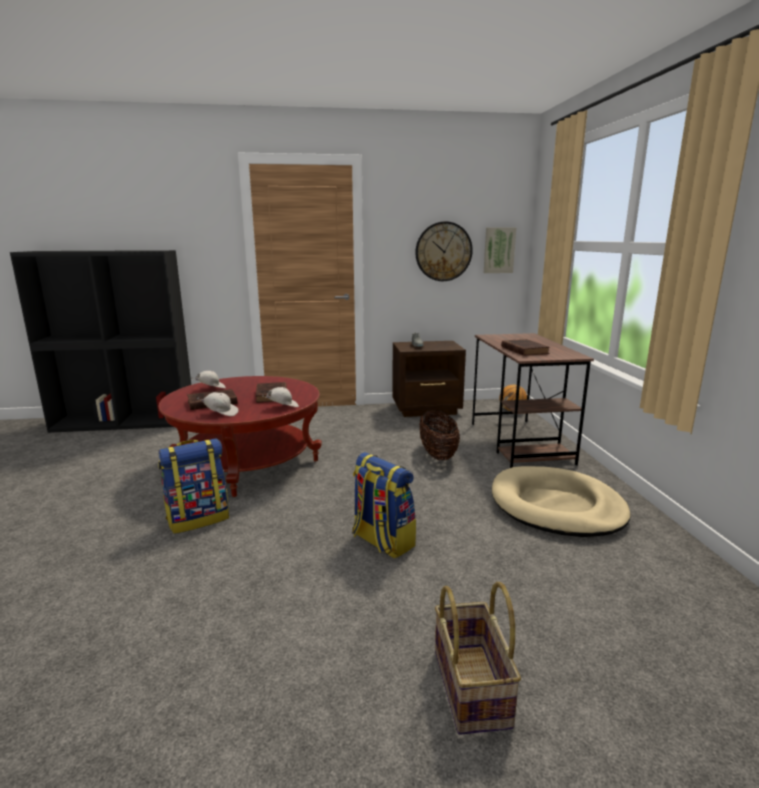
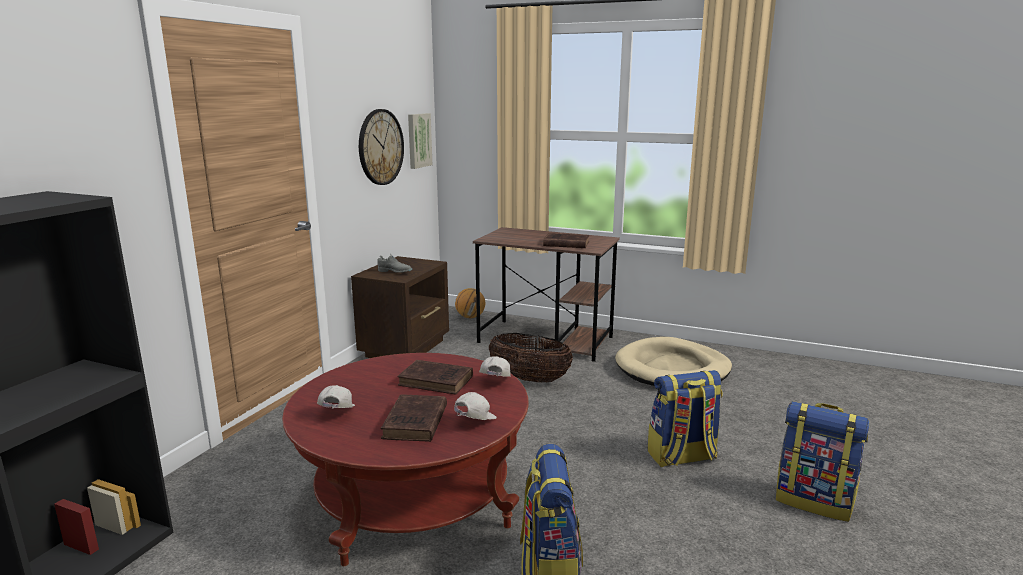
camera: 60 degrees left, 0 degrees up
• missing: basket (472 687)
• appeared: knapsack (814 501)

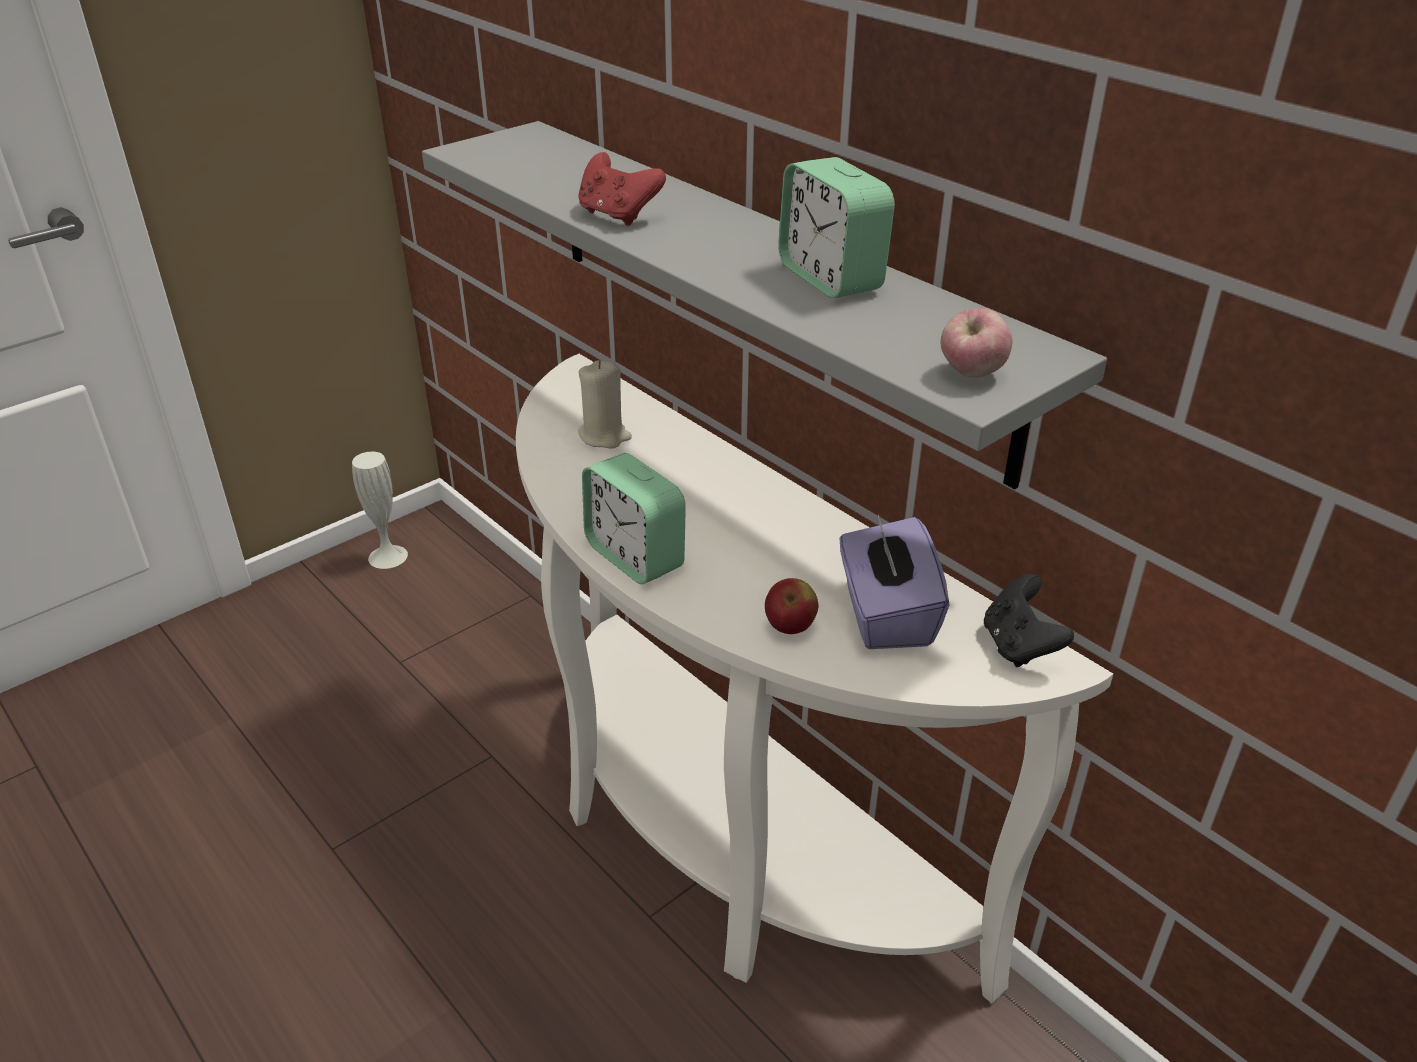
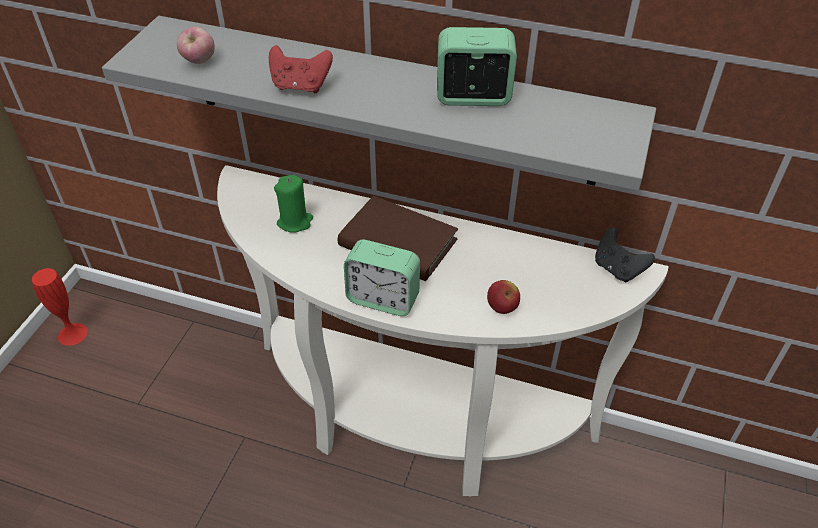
camera: 30 degrees left, 10 degrees up
• spun: bedside clock (830 278) = (473 97) 150 degrees clockwise
• relocated: apple (971 374) to (199 61)
• colour: beige-coloured wax candle (604 436) to greenish wax candle (295 222)
• colour: whitish flower vase (388 556) to red flower vase (72 334)
• missing: purple-coloured tissue holder (885 614)
• appeared: brownish book (397 243)

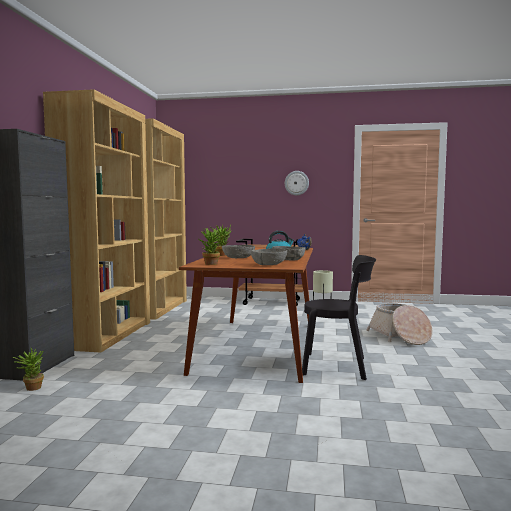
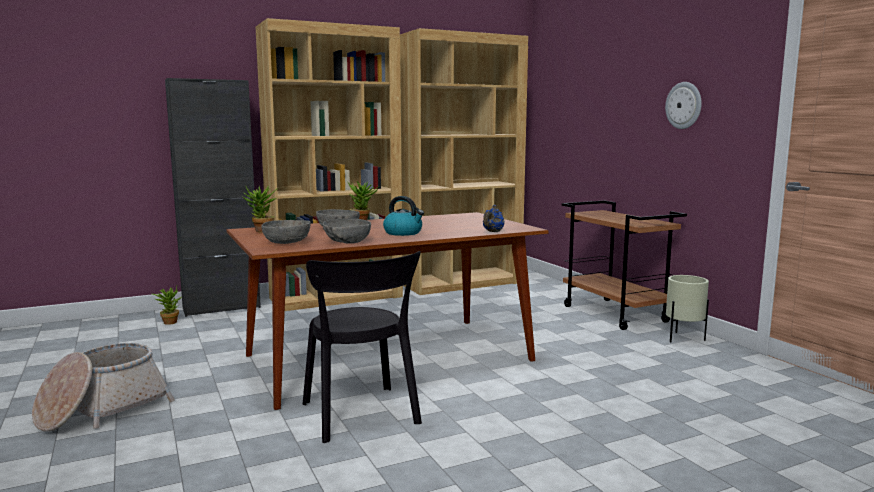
camera: 55 degrees right, 5 degrees up
• relocated: basket (400 336) to (102 409)

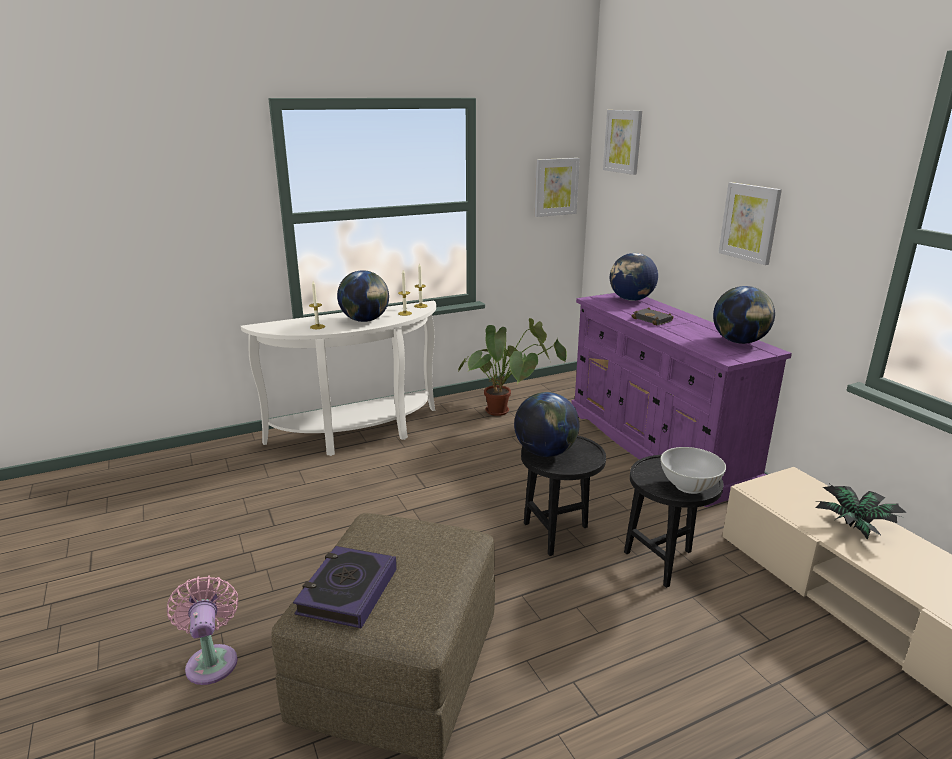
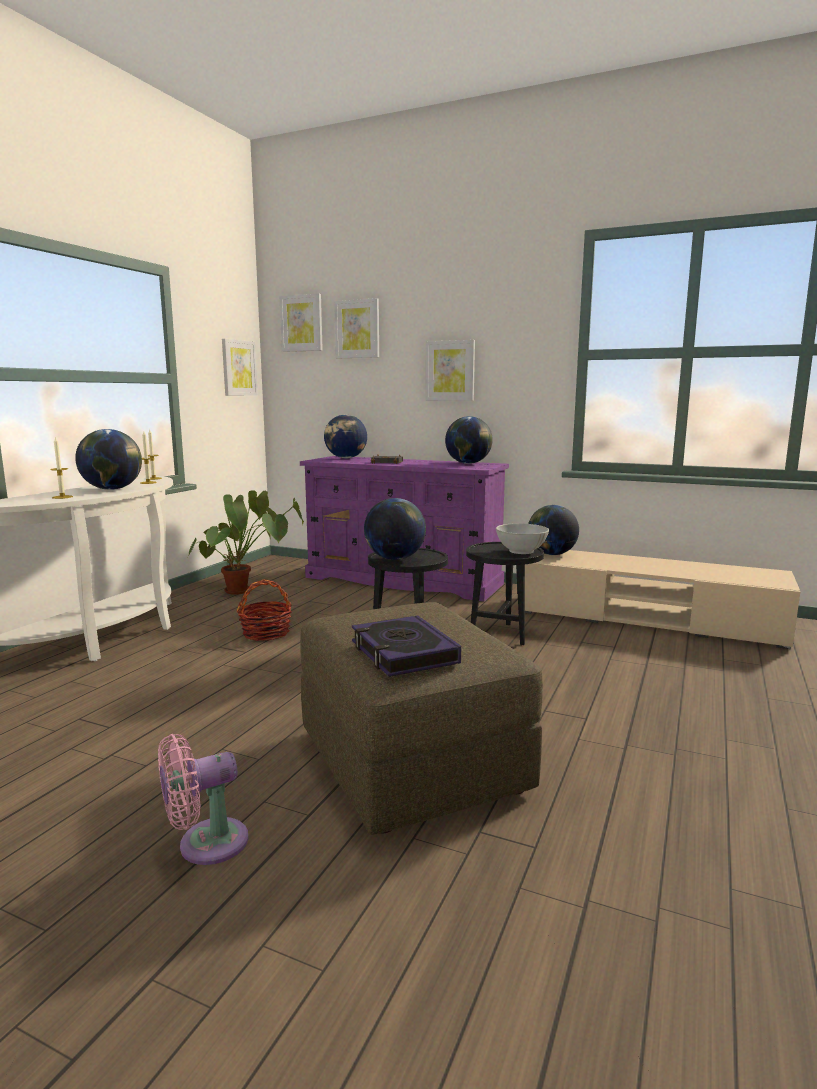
camera: 40 degrees left, 10 degrees down
• missing: plant in a pot (855 526)
• spun: pink electric fan (212 660) = (206 844) 60 degrees counterclockwise
• appeared: picture (357 329)
• appeared: desk globe (551 554)
• appeared: basket (266 633)

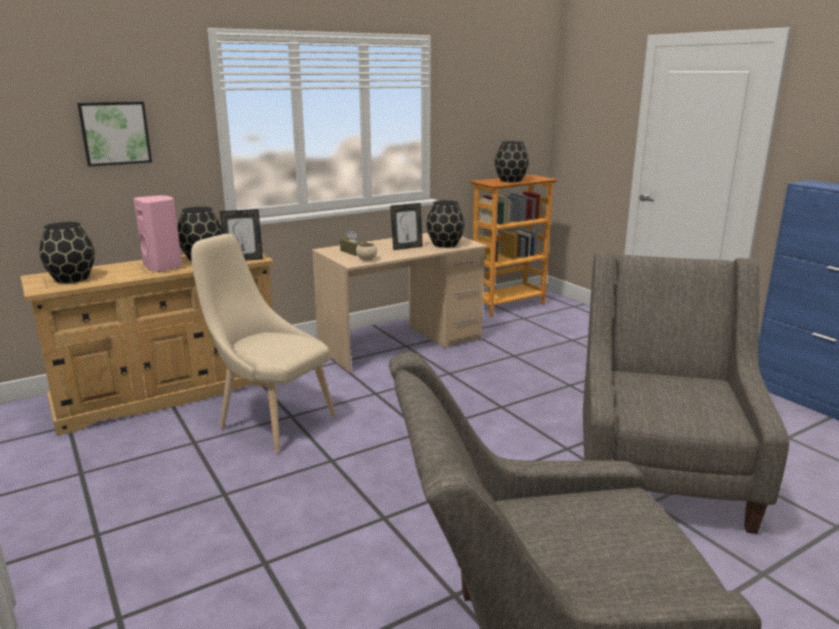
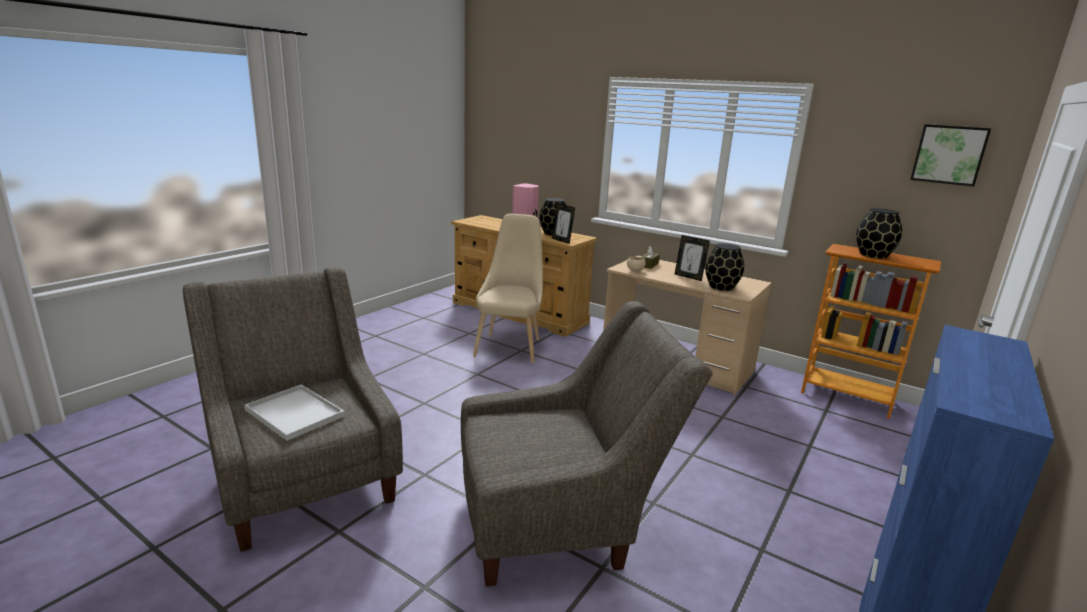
camera: 65 degrees right, 0 degrees up
• relocated: picture (115 133) to (949 154)
• missing: black flower vase (71 279)
• appeared: whitish serving tray (296 413)

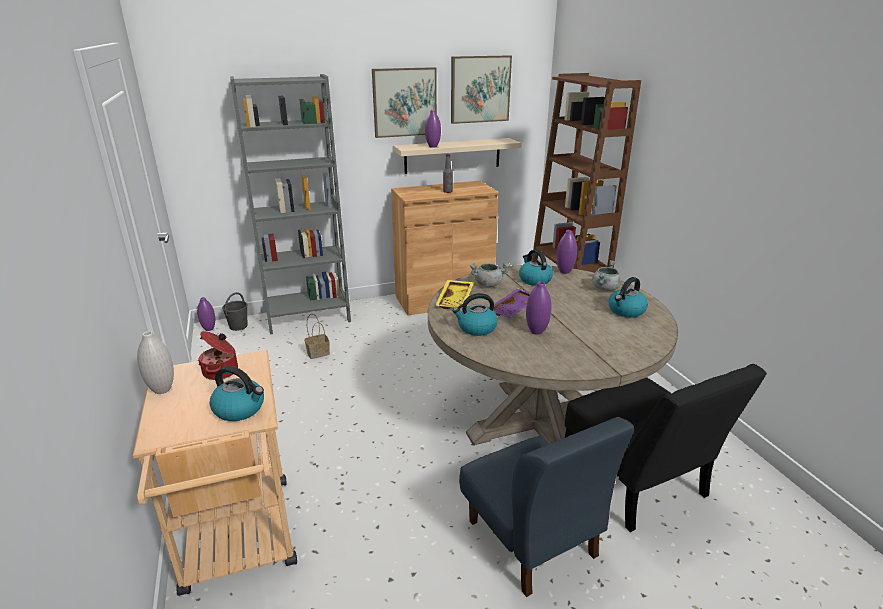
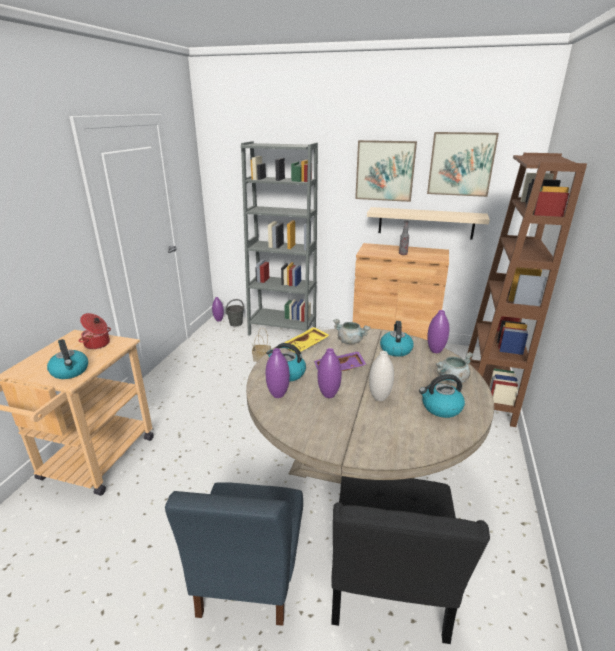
camera: 35 degrees right, 0 degrees up
• relocated: purple-coloured flower vase (433 146) to (278 395)
• relocated: whitish flower vase (162 390) to (379 398)

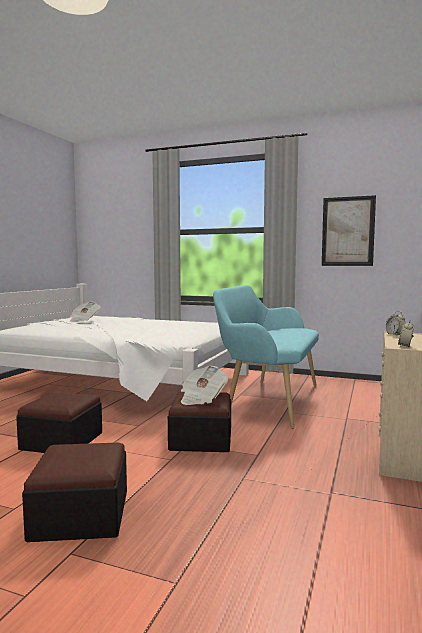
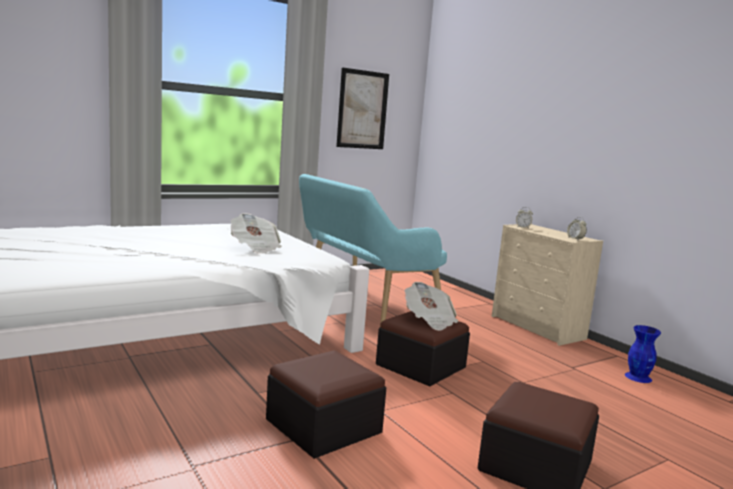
camera: 55 degrees left, 5 degrees up
• relocated: printed paper (84 320) to (255 247)
• appeared: blue flower vase (638 377)

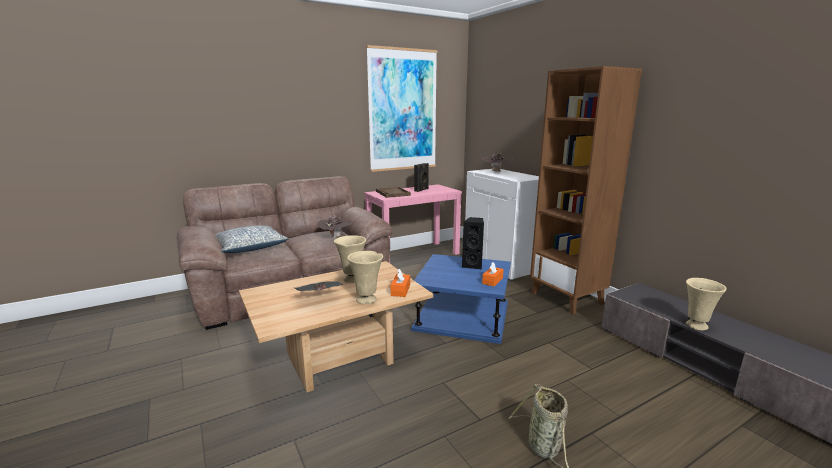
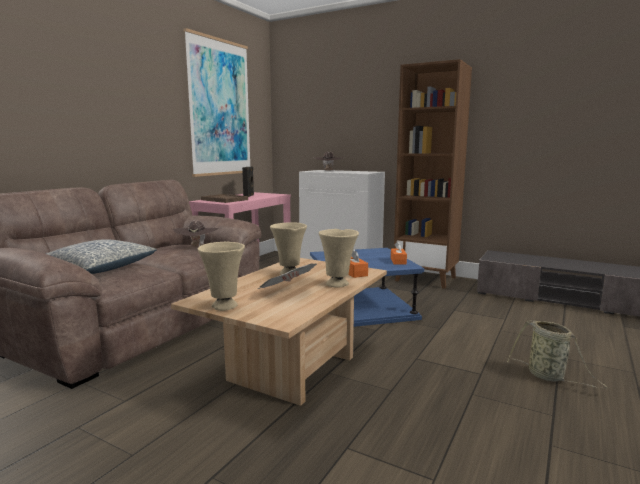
camera: 30 degrees left, 5 degrees down
• missing: black audio speaker (473 265)
• relocated: beige-coloured flower vase (696 326) to (224 307)

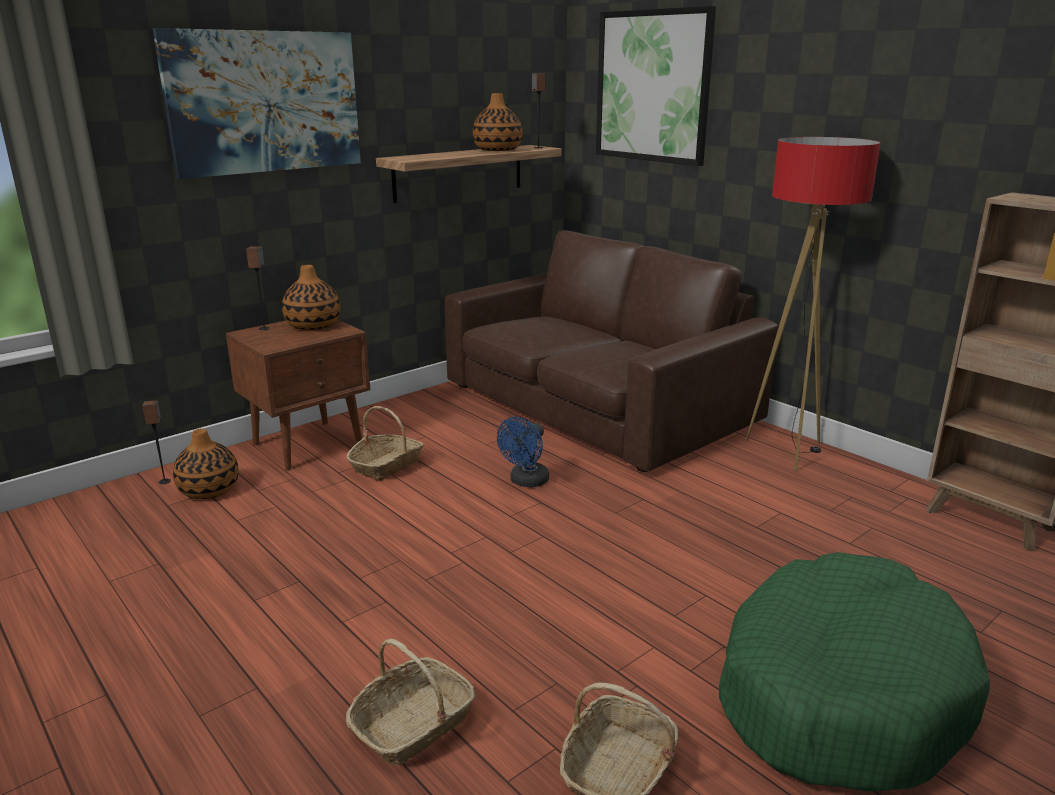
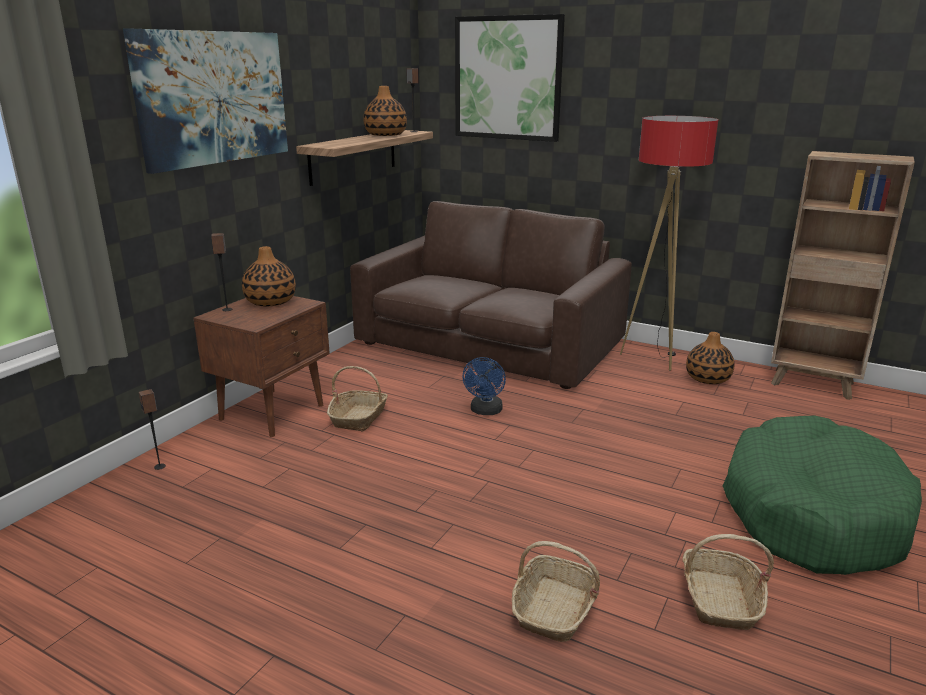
camera: 20 degrees left, 0 degrees up
• relocated: flower vase (209 490) to (708 378)

